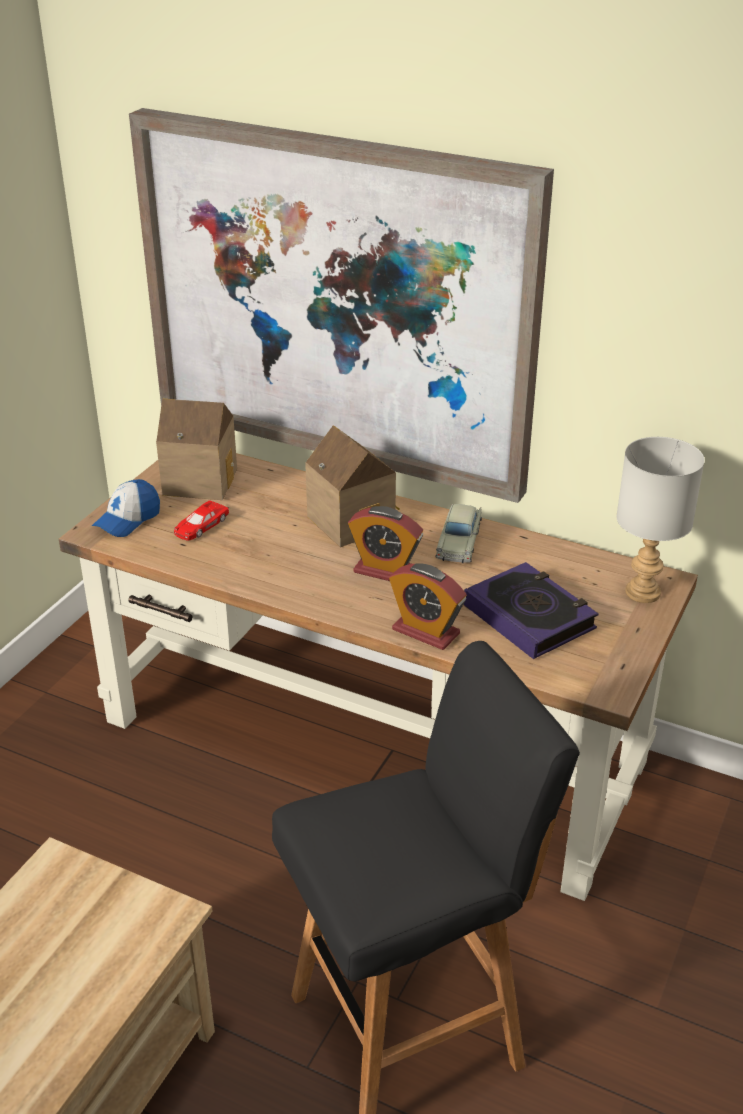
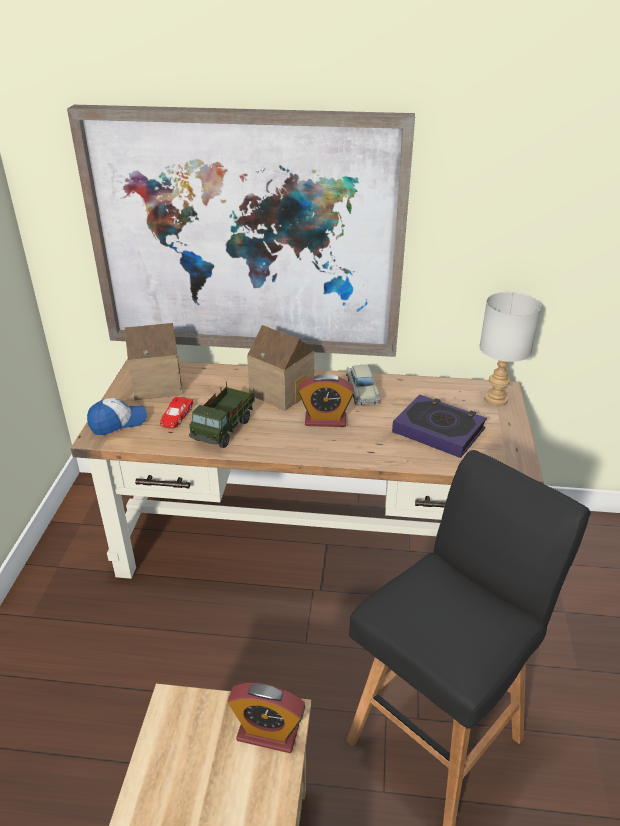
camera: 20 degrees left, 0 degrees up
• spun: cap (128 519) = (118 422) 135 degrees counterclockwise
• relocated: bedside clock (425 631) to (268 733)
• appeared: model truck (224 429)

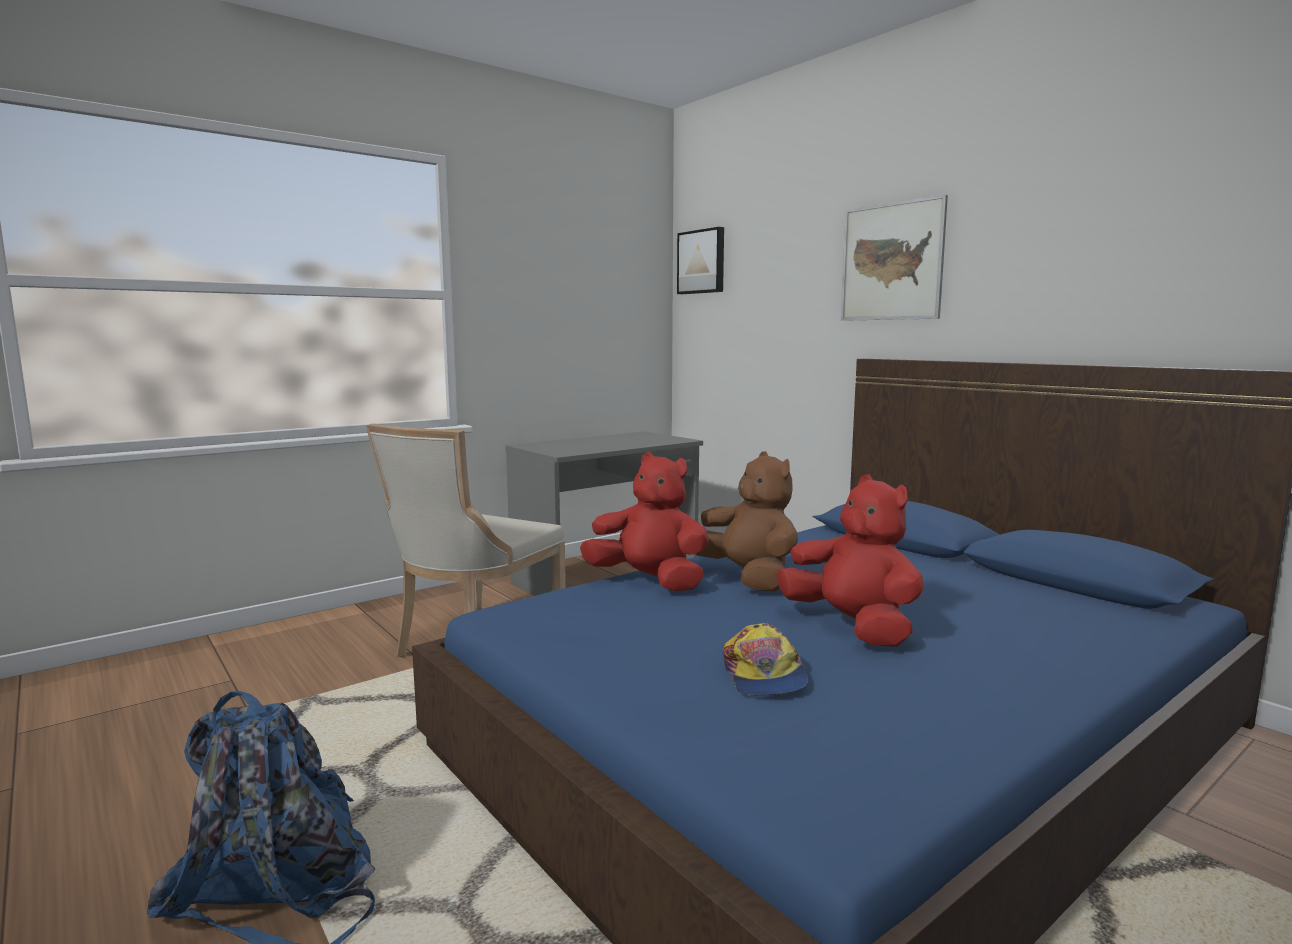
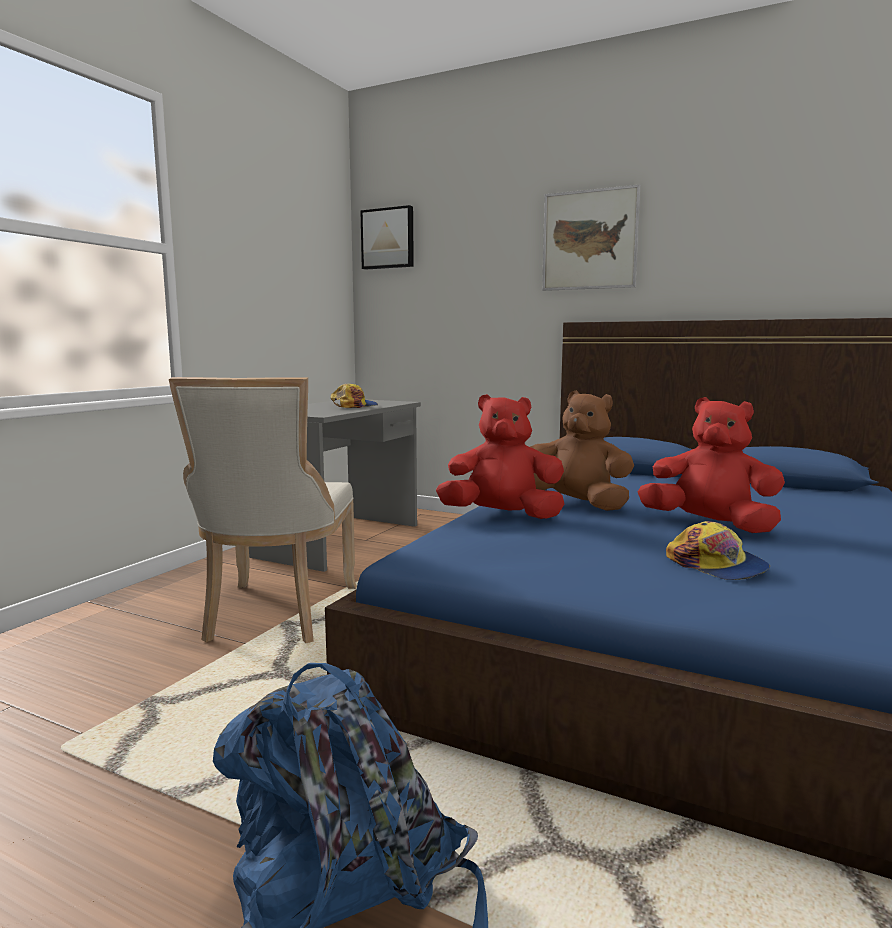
camera: 25 degrees left, 0 degrees up
• appeared: cap (353 406)

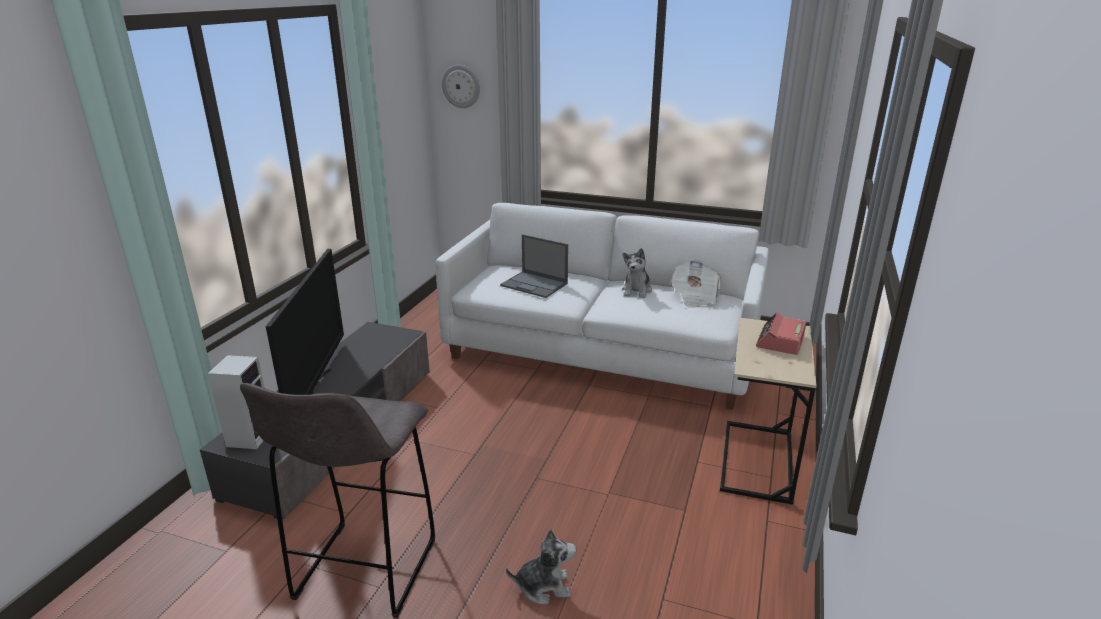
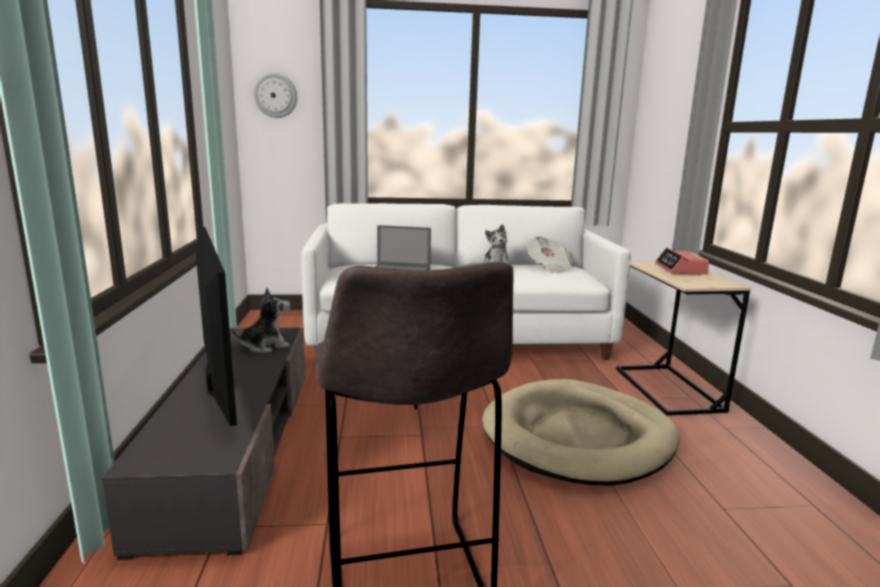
camera: 25 degrees left, 10 degrees down
• missing: audio speaker (250 436)
• relocated: plush toy (543 586) to (265 346)
• appeared: beige-coloured dog bed (578 437)

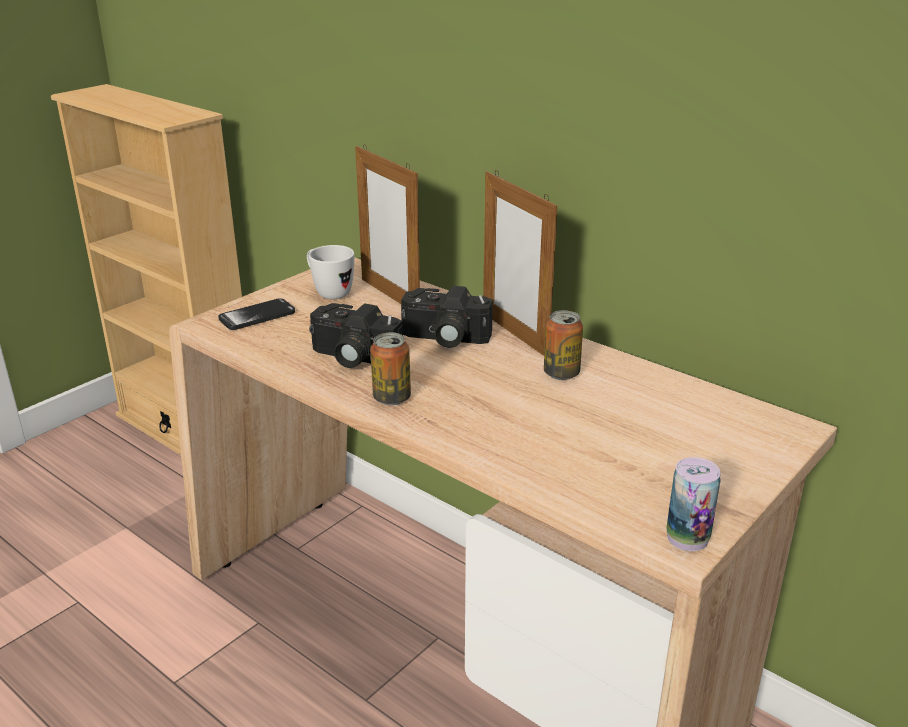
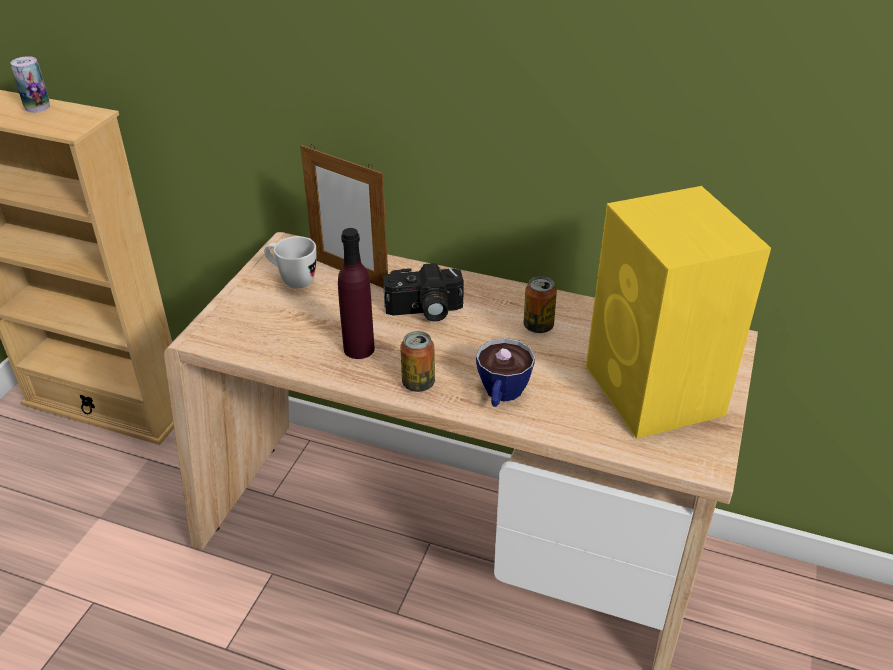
camera: 20 degrees left, 10 degrees up
• missing: photo frame (514 334)
• missing: handset (257 316)
• exchanged: photo camera (352 358) to purple-coloured beverage bottle (359 349)
• relocated: metal can (687 538) to (37 107)
• appeared: yellowish audio speaker (655 392)
• appeared: small cup (501 395)

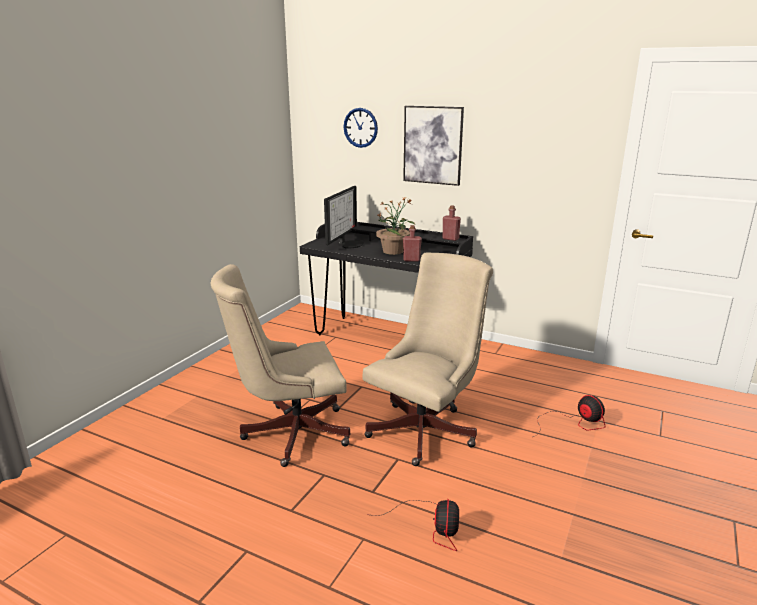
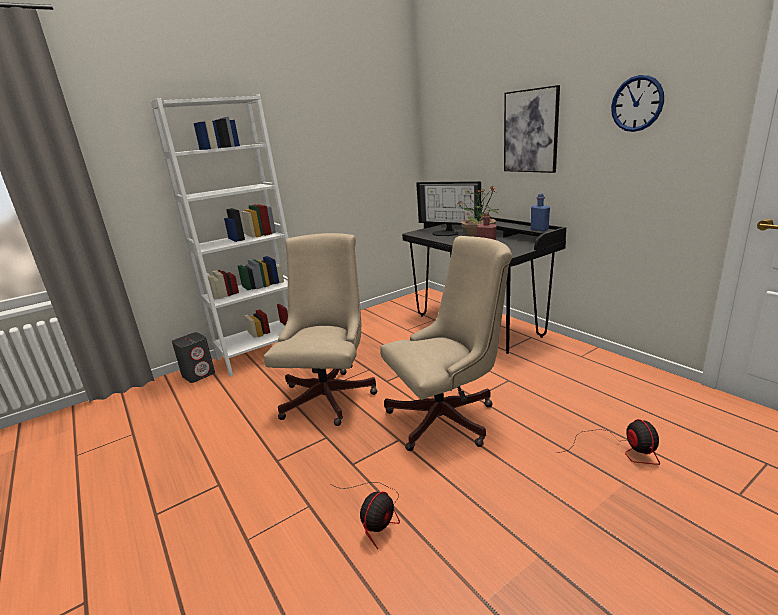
camera: 30 degrees right, 0 degrees up
• relocated: wall clock (360 127) to (637 103)
• spun: monitor (349 244) = (446 233) 75 degrees clockwise
• colour: red beverage bottle (450 239) to blue beverage bottle (539 229)
• spun: beige-coloured computer chair (289 433) = (330 394) 90 degrees clockwise
• appeared: whitish bookcase (263 353)
• appeared: greyish audio speaker (199 374)

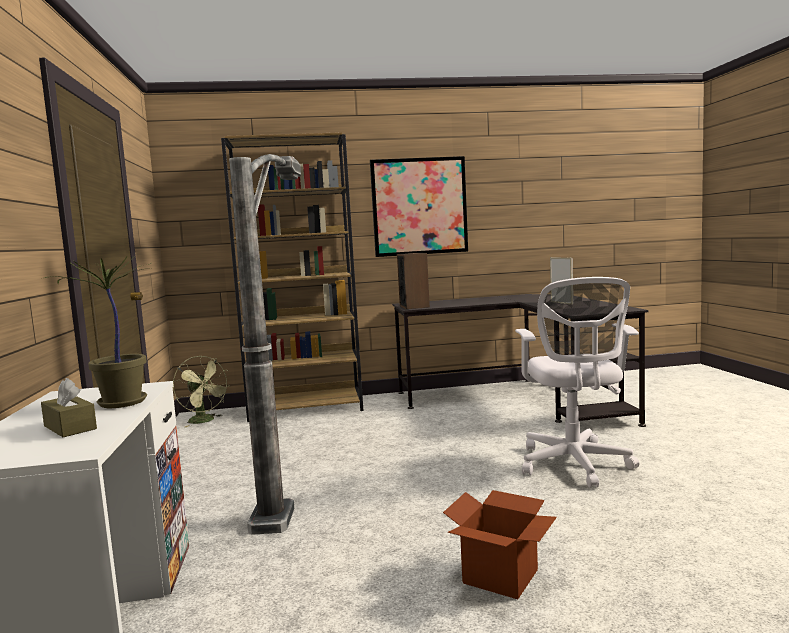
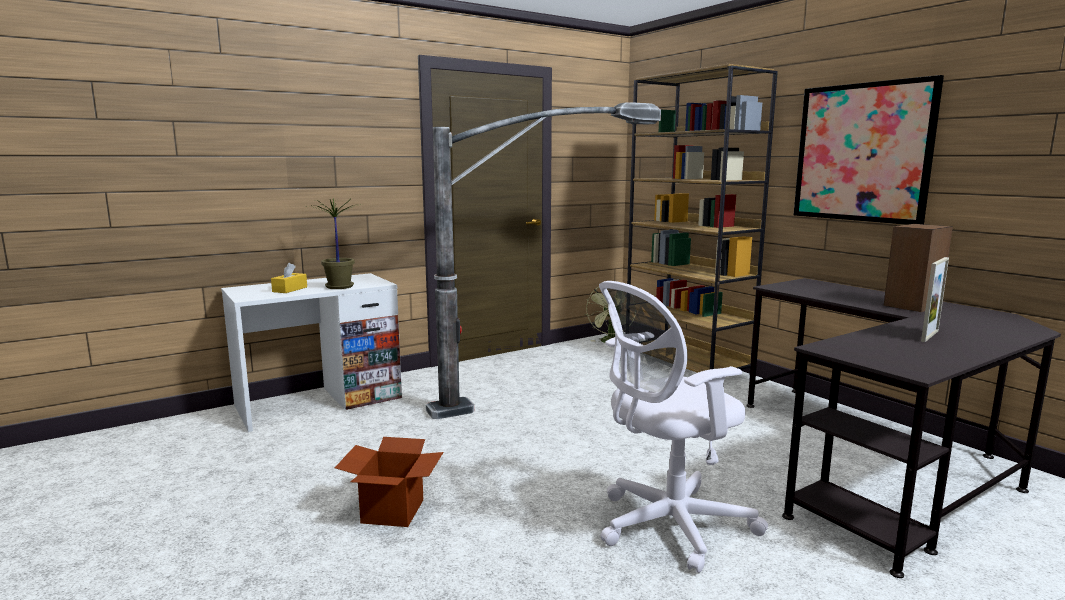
camera: 65 degrees right, 5 degrees up
• relocated: audio speaker (414 306) to (912 305)
• colour: brownish tissue holder (70 427) to yellowish tissue holder (290 289)

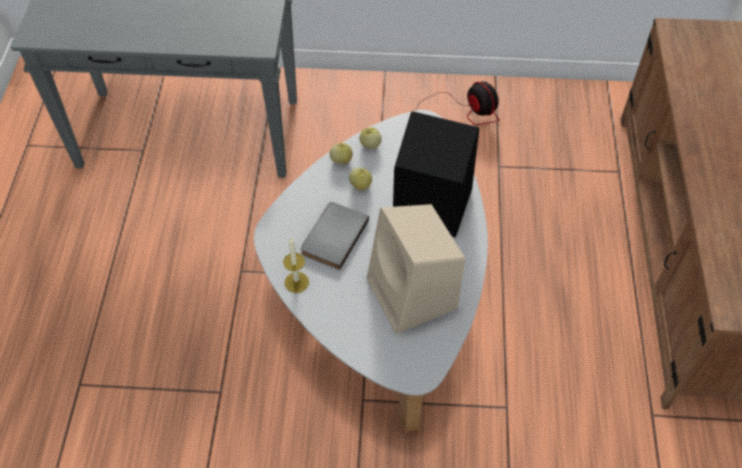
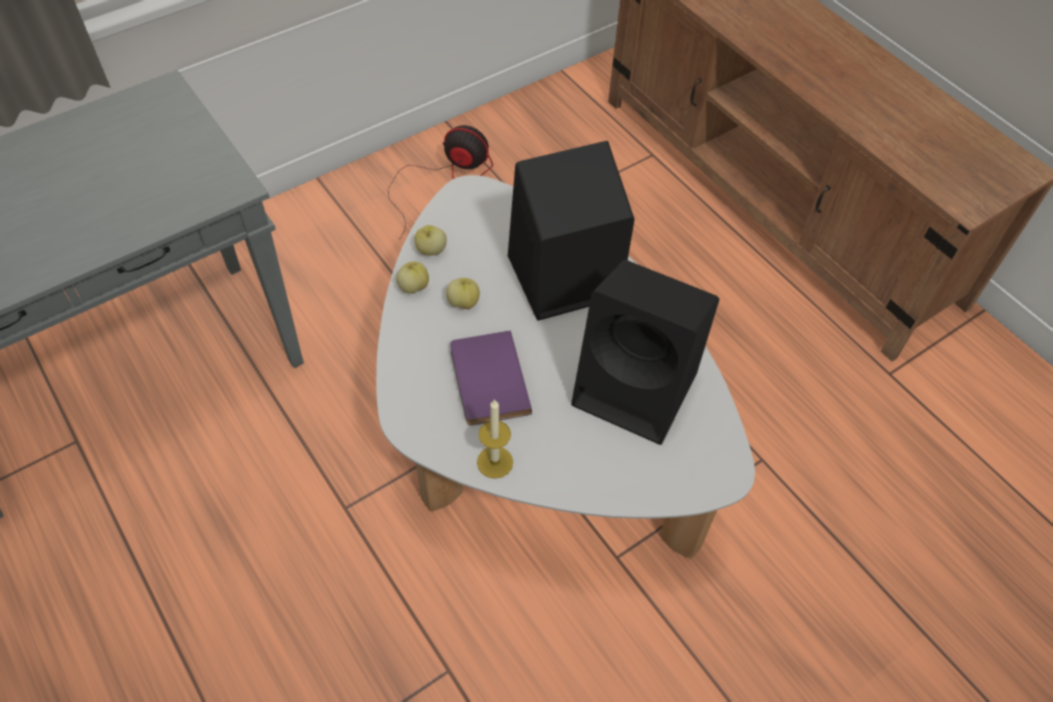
camera: 40 degrees left, 0 degrees up
• colour: greyish book (332 236) to purple-coloured book (486 380)
• colour: beige-coloured audio speaker (413 296) to black audio speaker (638 390)

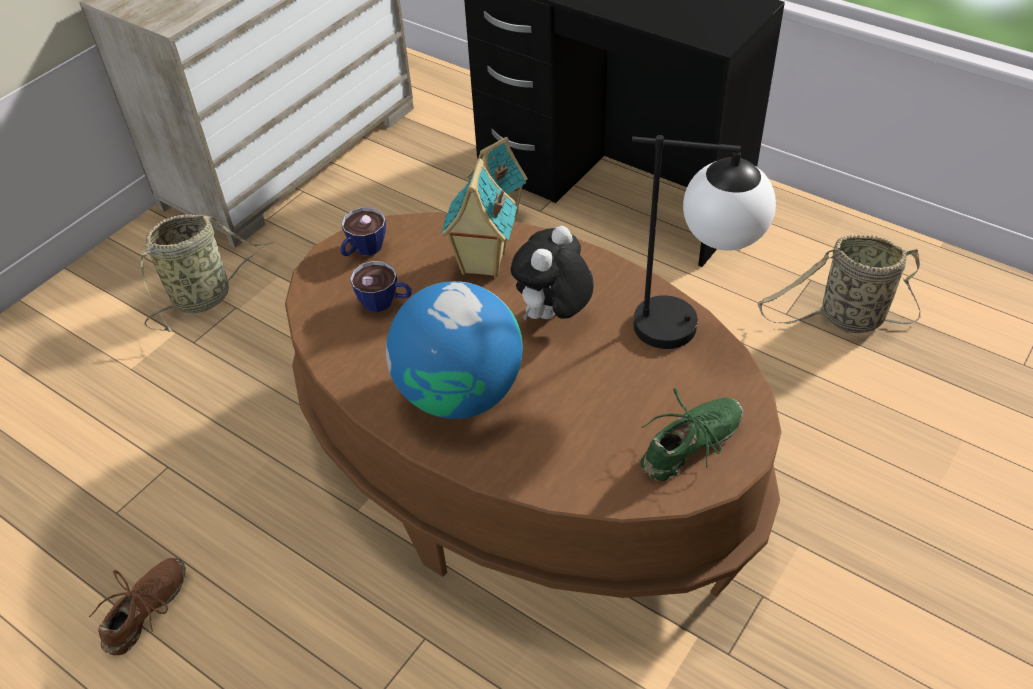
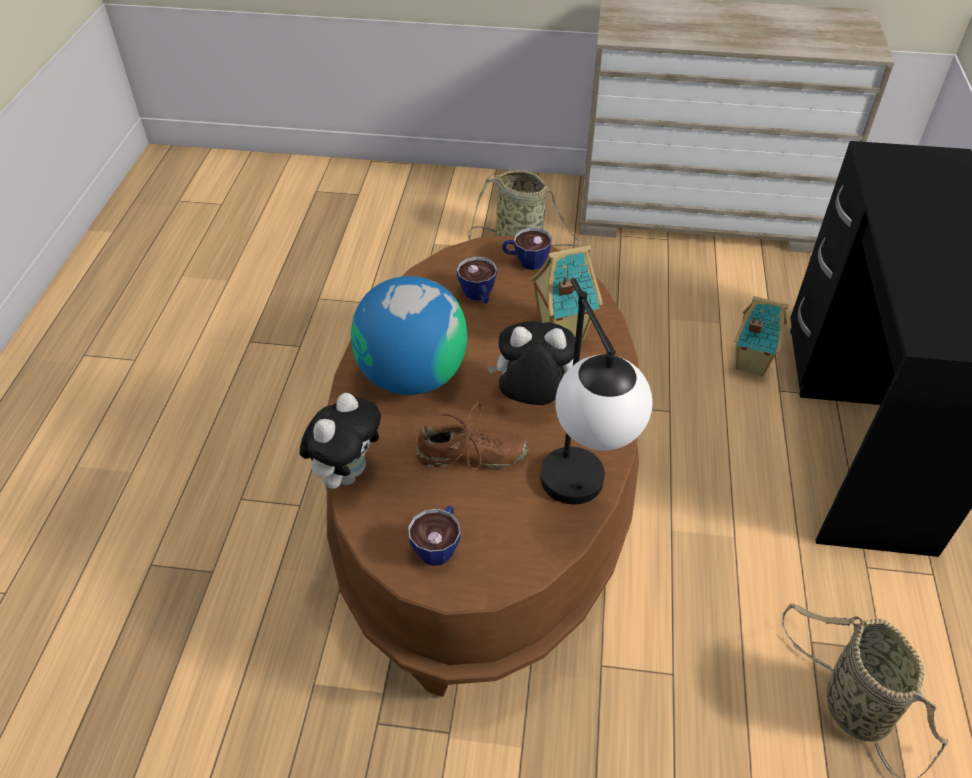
camera: 60 degrees right, 0 degrees up
• exchanged: greenish item of footwear (691 446) to small cup (439 545)
• relocated: brownish item of footwear (147 611) to (471 457)
• appeared: plush toy (347 472)

